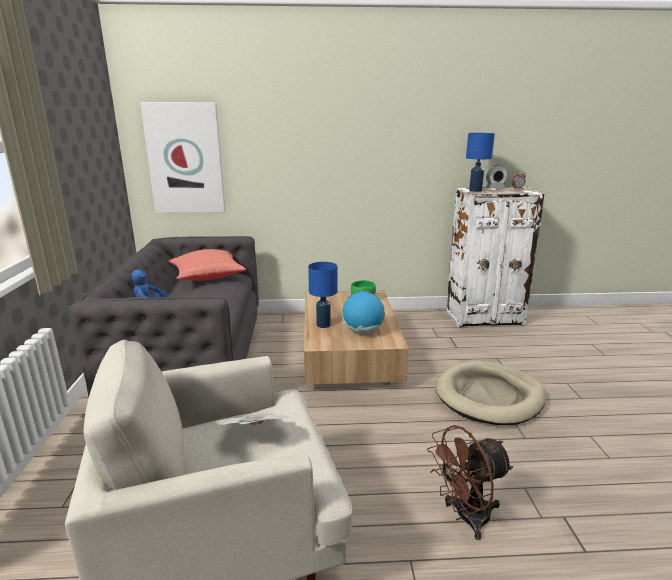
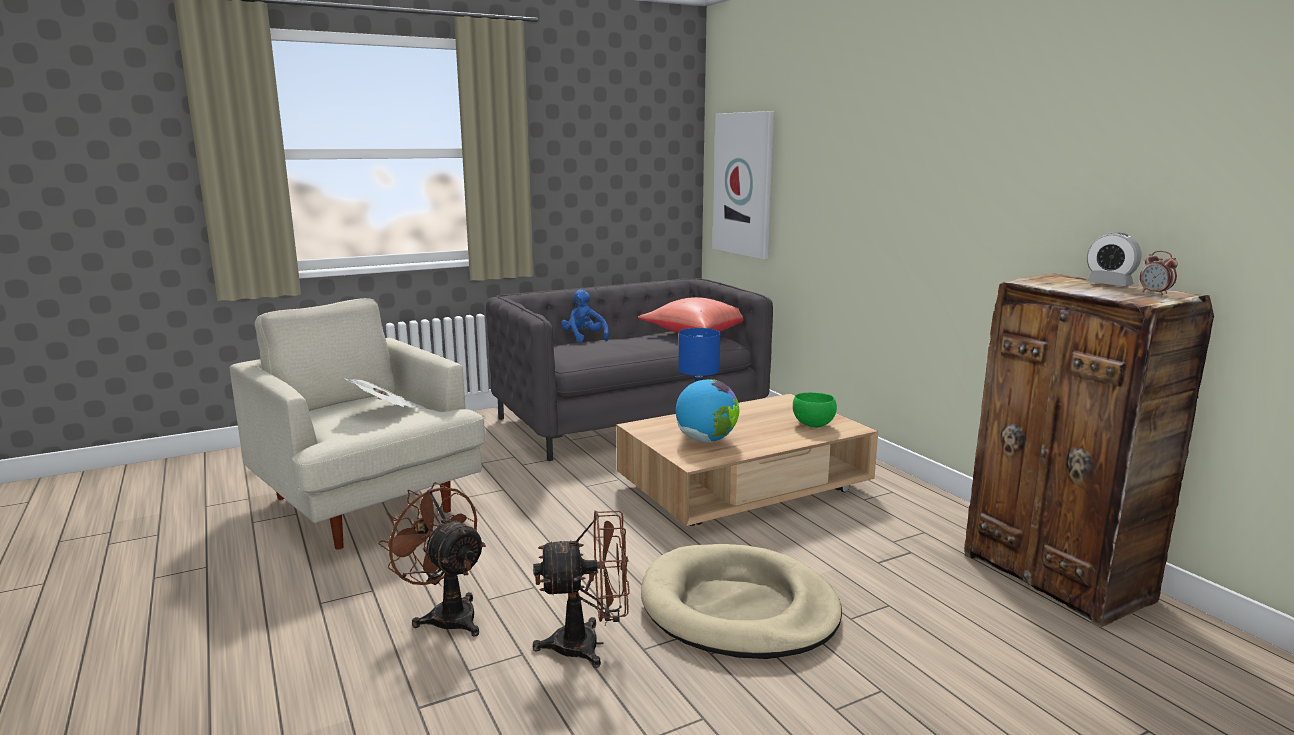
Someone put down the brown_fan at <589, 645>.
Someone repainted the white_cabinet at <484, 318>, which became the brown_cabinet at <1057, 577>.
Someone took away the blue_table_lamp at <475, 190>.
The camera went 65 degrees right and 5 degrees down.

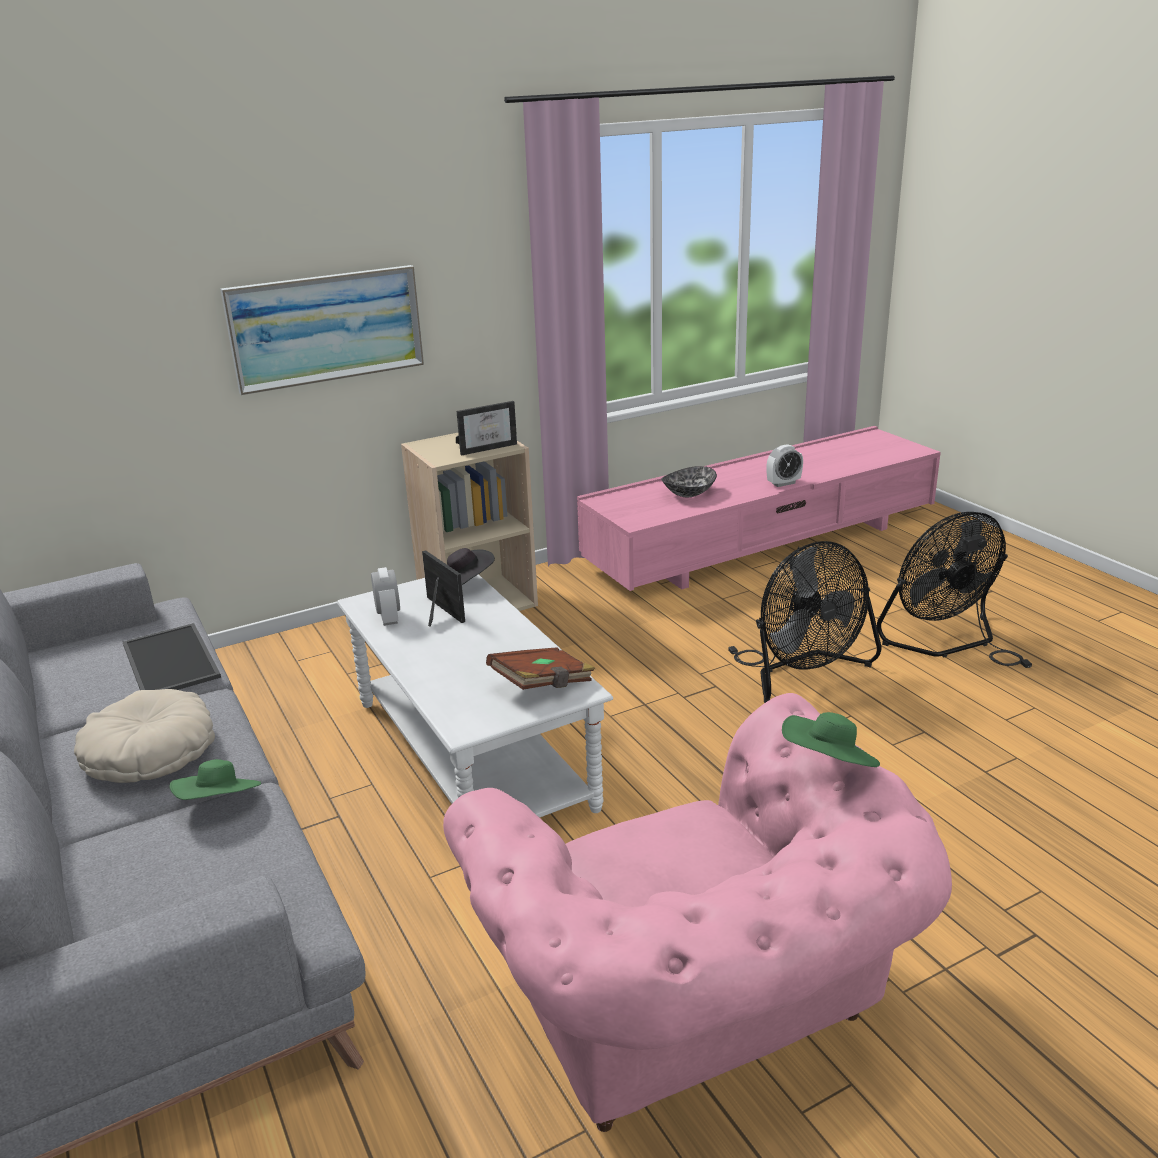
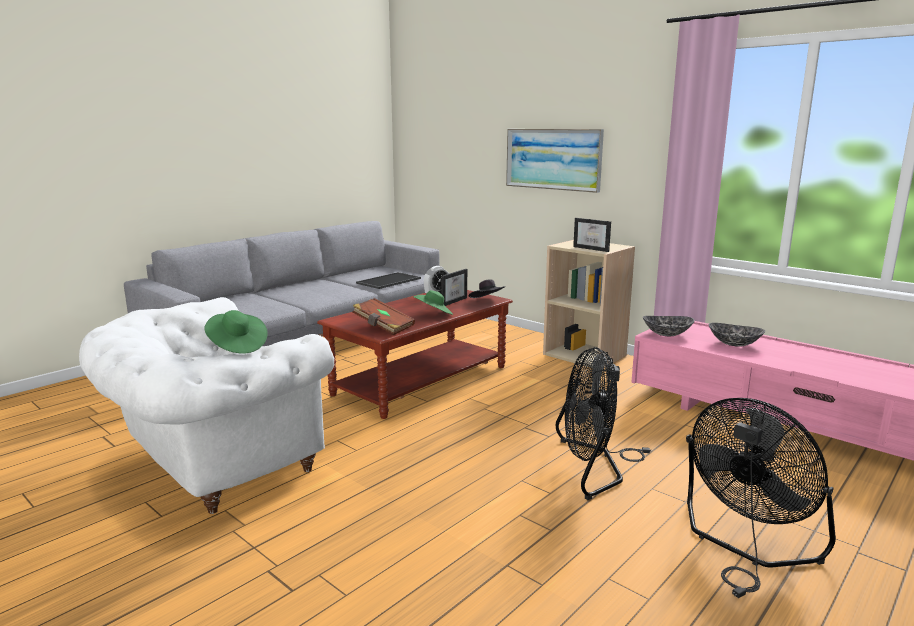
Someone repainted the pink_armchair at <700, 1024>, which became the white_armchair at <211, 467>.
Someone repainted the white_coffee_table at <472, 753>, which became the brown_coffee_table at <422, 380>.
Someone carried the green_hat from <220, 803> to <434, 314>.
Someone rotated the black_fan at <797, 673> by 45 degrees clockwise.
Someone put down the bowl at <666, 334>.
Someone took away the beige_pillow at <149, 754>.
Someone took away the alarm_clock at <783, 483>.
The camera went 70 degrees right and 10 degrees down.

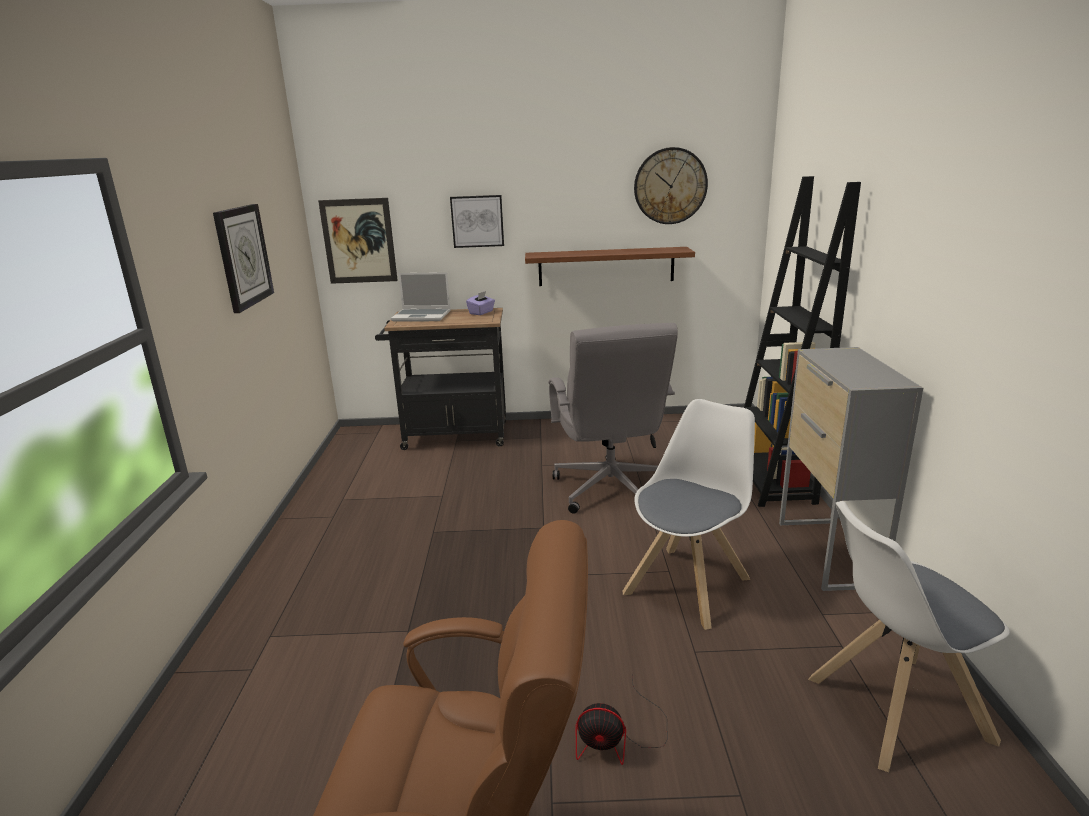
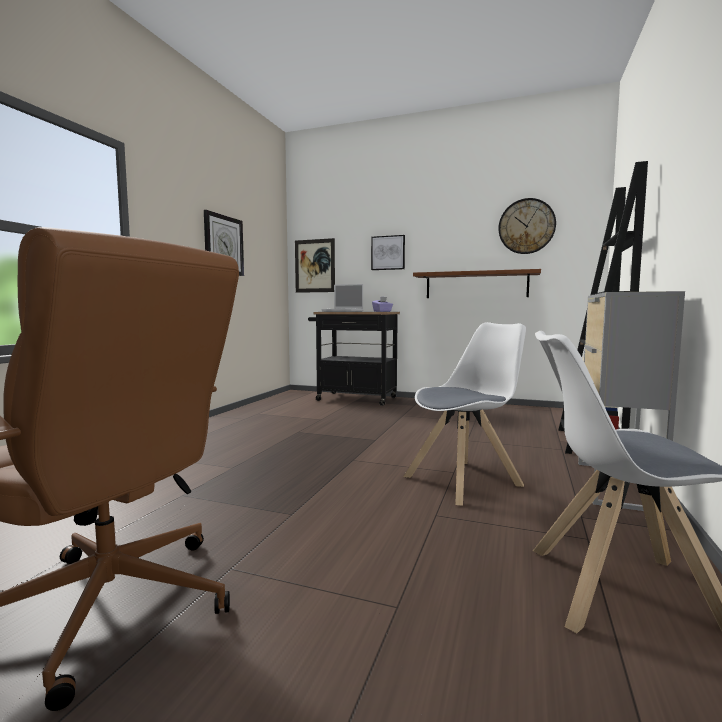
Someone took away the grey_office_chair at <610, 487>.
Someone took away the fan at <618, 738>.
The camera went 20 degrees right and 15 degrees down.

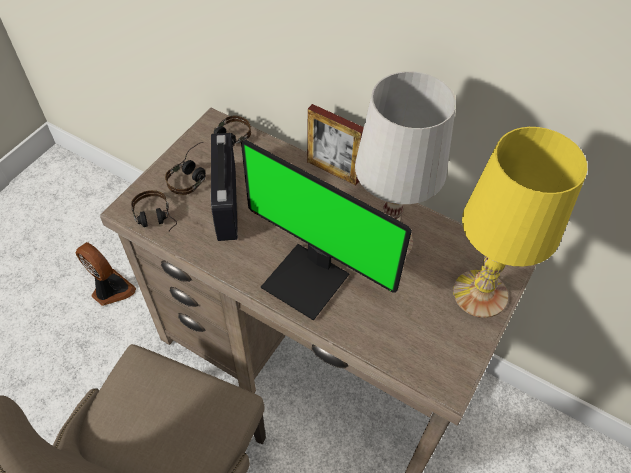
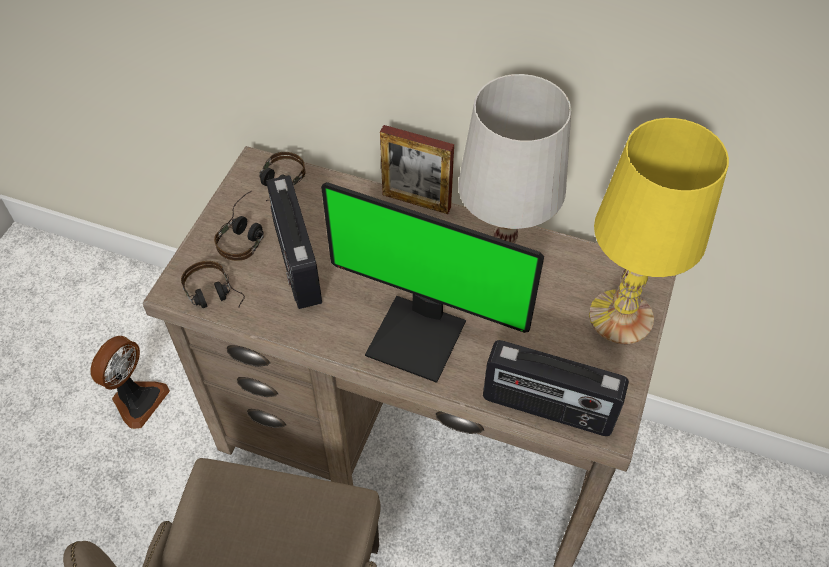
Someone rotated the fan at <110, 290> by 90 degrees clockwise.
Someone put down the radio at <547, 408>.
The camera went 10 degrees left and 0 degrees up.

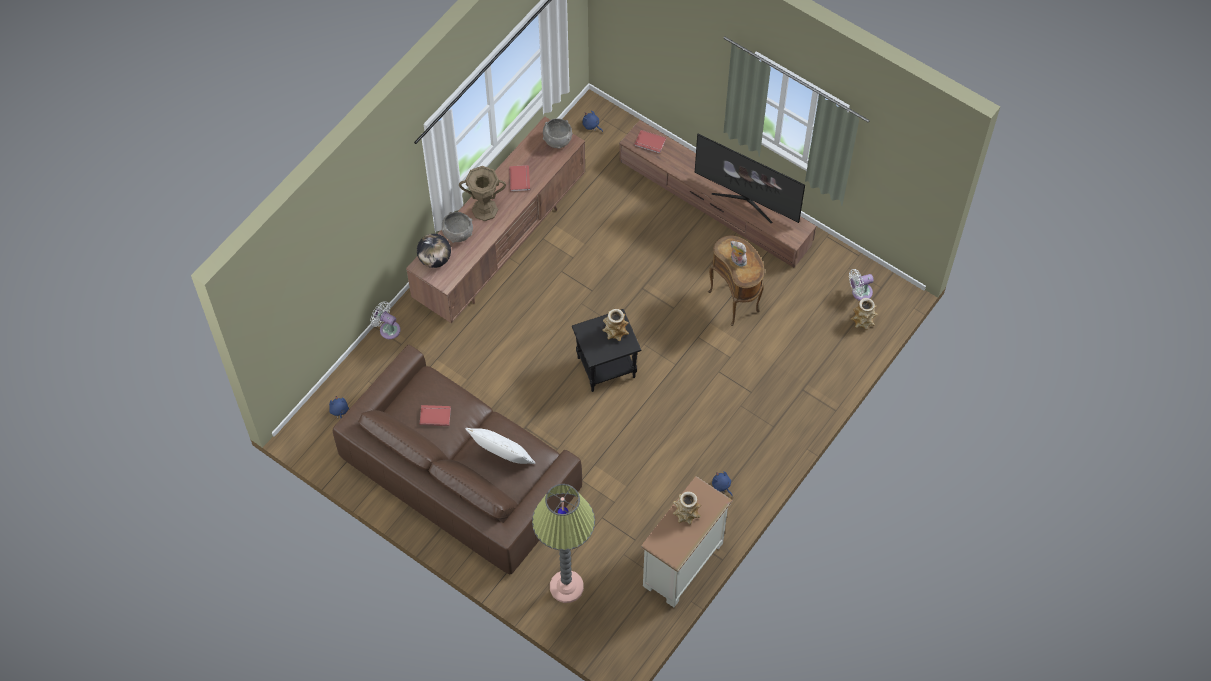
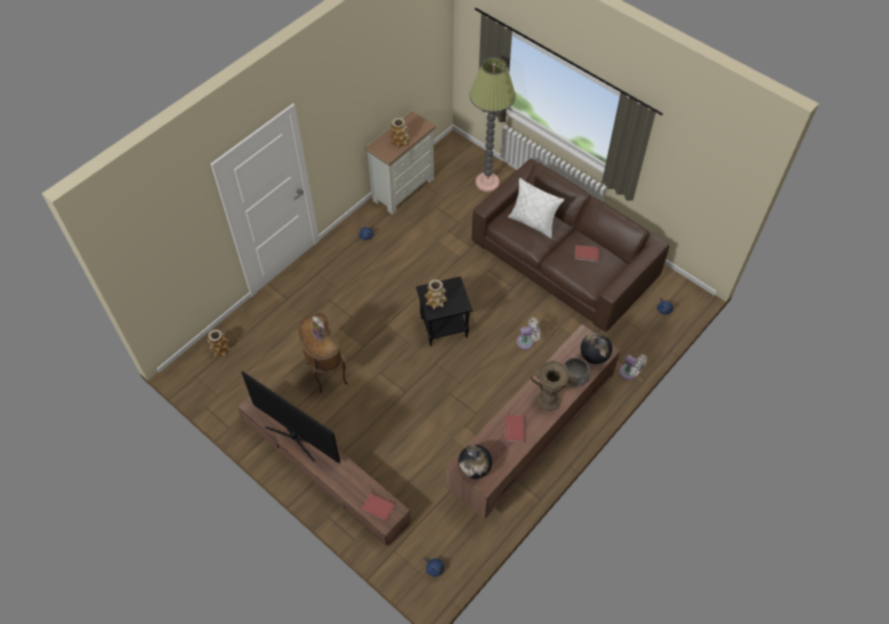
Someone swapped the grey_bowl at <557, 140> for the globe at <474, 468>.
Someone carried the white_fan from <859, 292> to <527, 341>.
The camera went 175 degrees left and 5 degrees down.

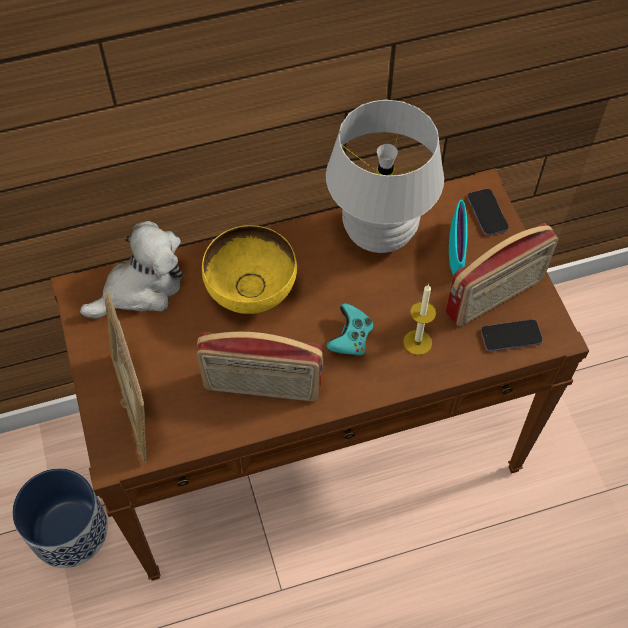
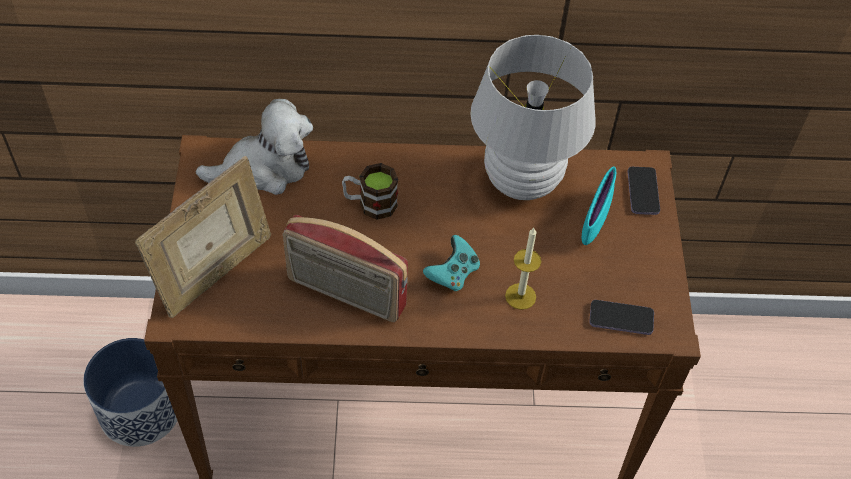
Someone rotated the picture_frame at <135, 404> by 135 degrees counterclockwise.
Someone swapped the yellow_bowl at <251, 294> for the mug at <370, 203>.
Someone took away the radio at <495, 297>.
The camera went 15 degrees right and 5 degrees down.

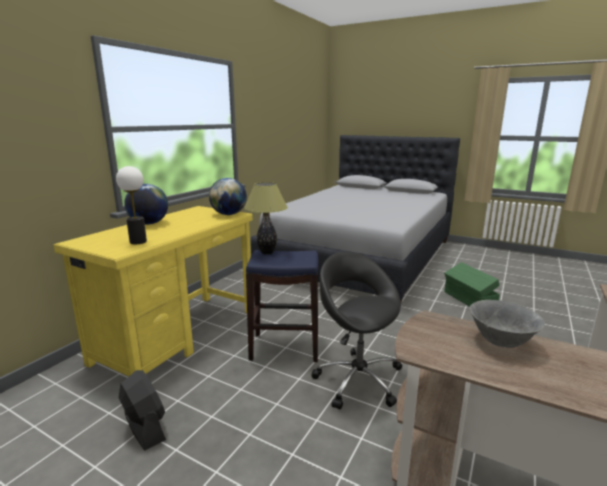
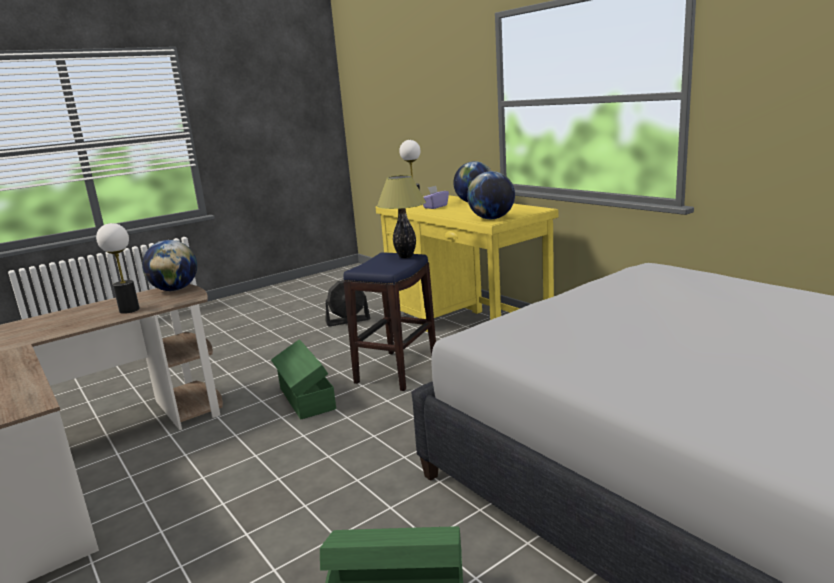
Someone swapped the grey_bowl at <501, 342> for the table_lamp at <129, 310>.
Someone put down the globe at <175, 289>.
Someone swapped the black_office_chair at <357, 379> for the green_storage_box at <306, 399>.
Someone put down the purple_tissue_box at <435, 207>.
The camera went 115 degrees right and 0 degrees up.

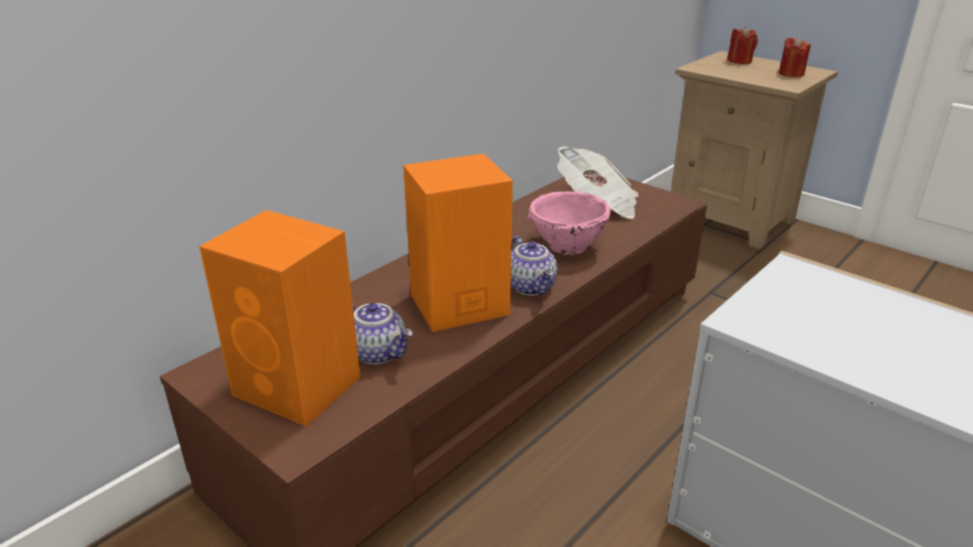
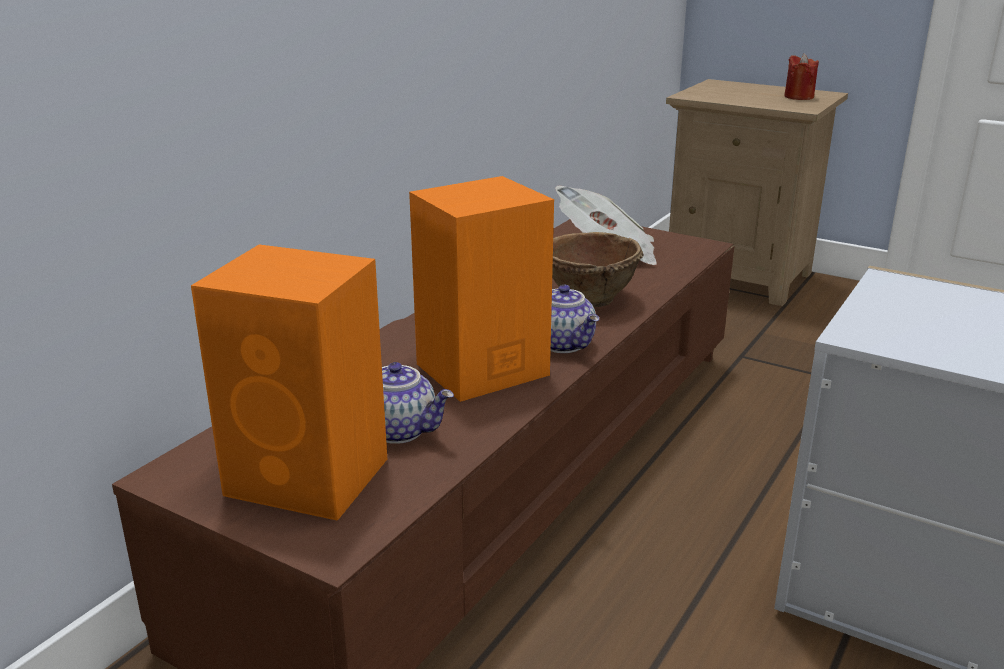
Someone repainted the pink_bowl at <567, 246>, which became the brown_bowl at <589, 299>.
Someone took away the red_candle at <739, 61>.
The camera went 10 degrees left and 5 degrees down.

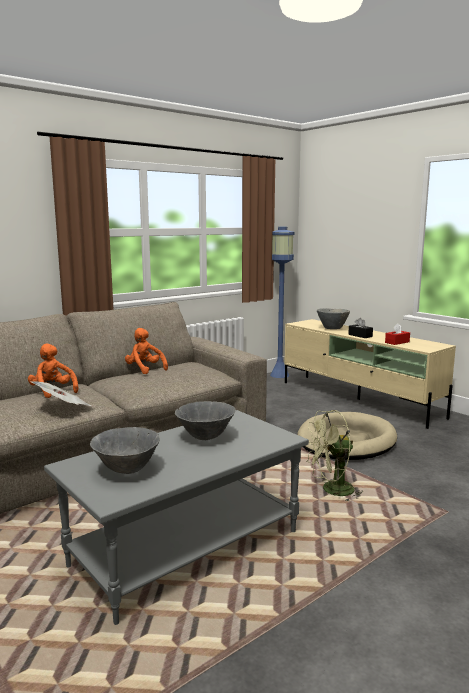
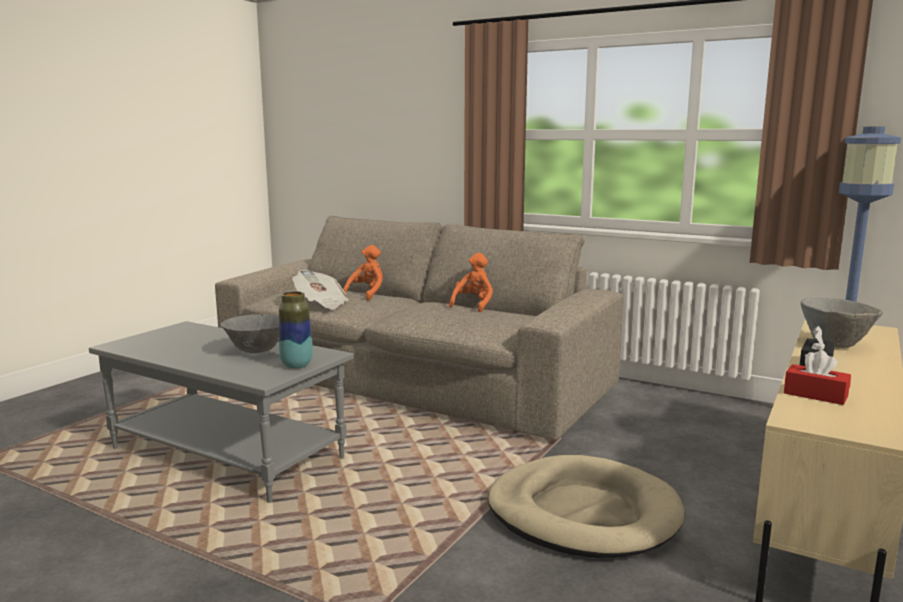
Someone put down the vase at <296, 365>.
Someone took away the grey_bowl at <127, 470>.
Someone took away the green_fan at <332, 491>.
The camera went 70 degrees right and 0 degrees up.

